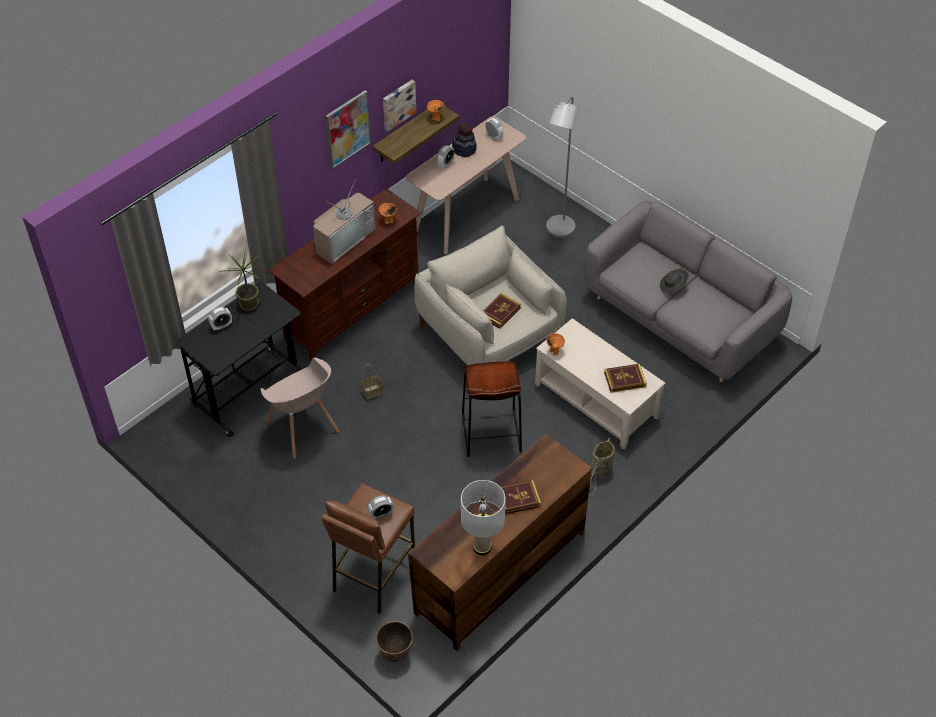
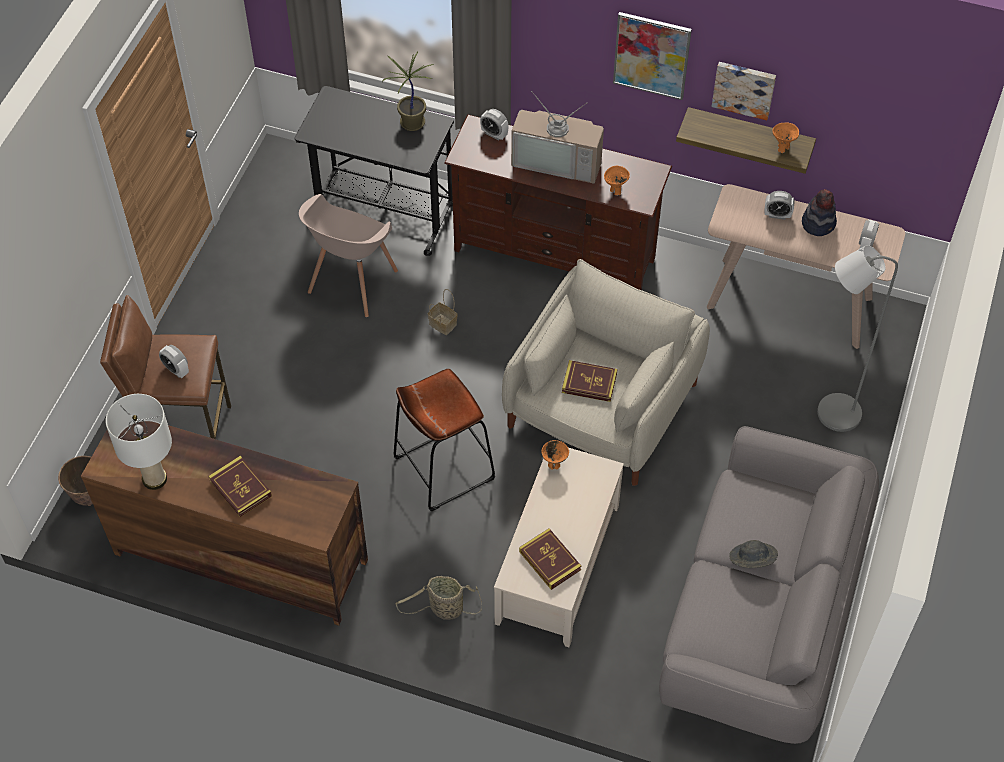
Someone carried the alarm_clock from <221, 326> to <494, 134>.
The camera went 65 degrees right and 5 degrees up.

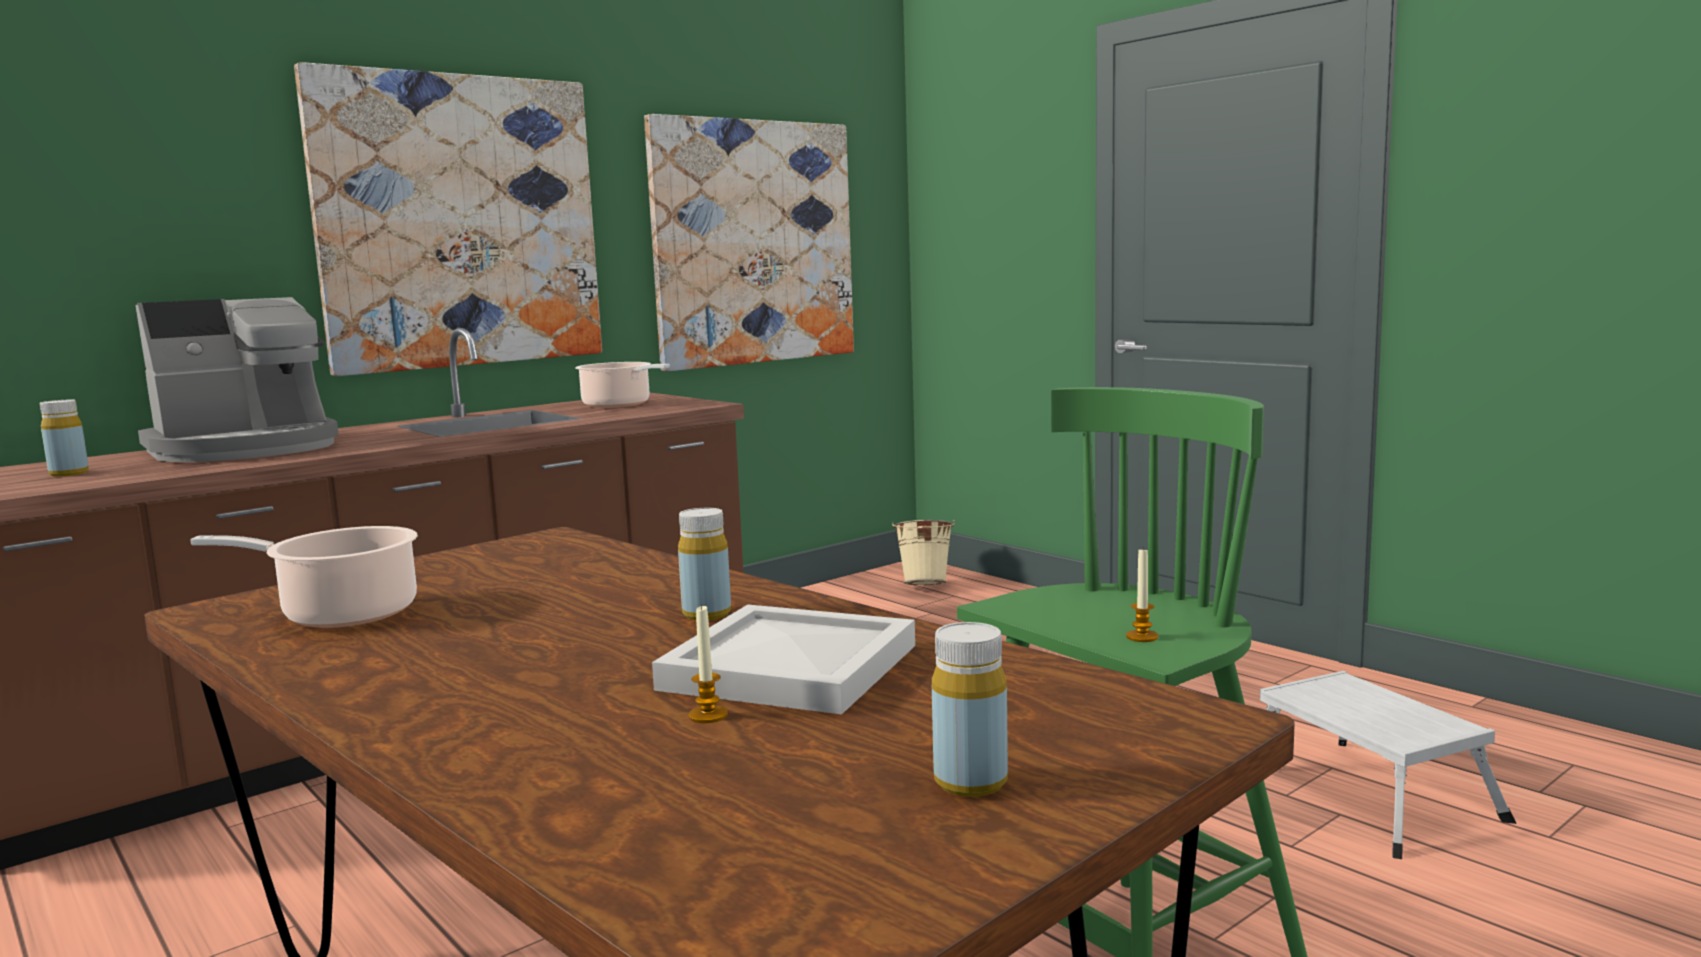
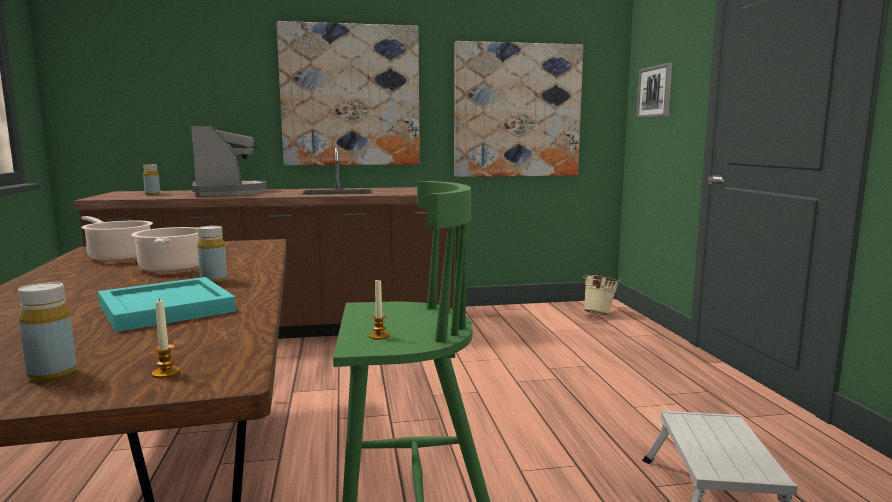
Someone repainted the white_tray at <788, 665>, which became the turquoise_tray at <168, 307>.
Someone carried the cooking_pot from <619, 405> to <172, 269>.
Someone carried the candle from <708, 715> to <166, 373>.
Someone rotated the coffee_machine at <247, 449> by 105 degrees counterclockwise.
Someone put up the picture at <655, 92>.
The camera went 30 degrees right and 0 degrees up.

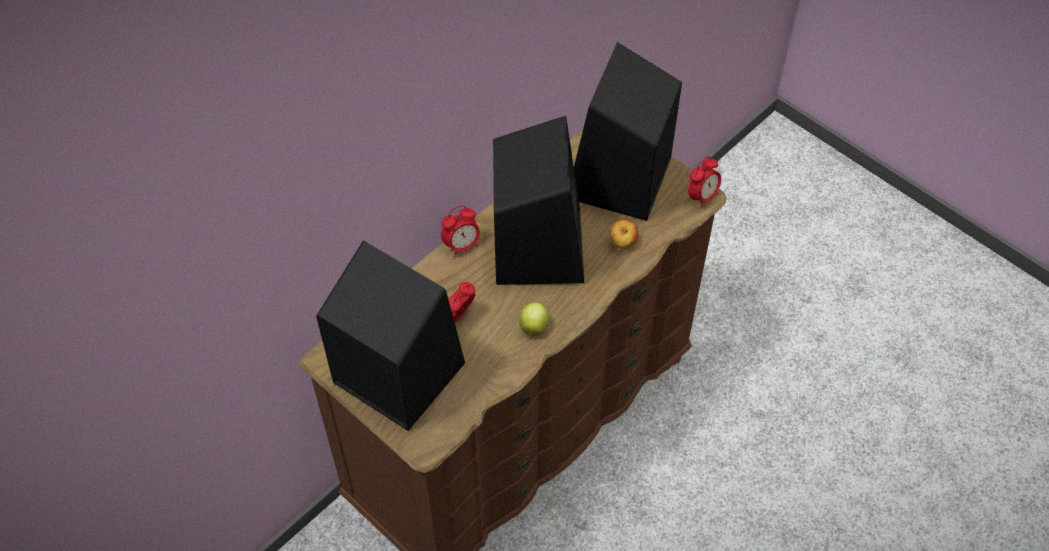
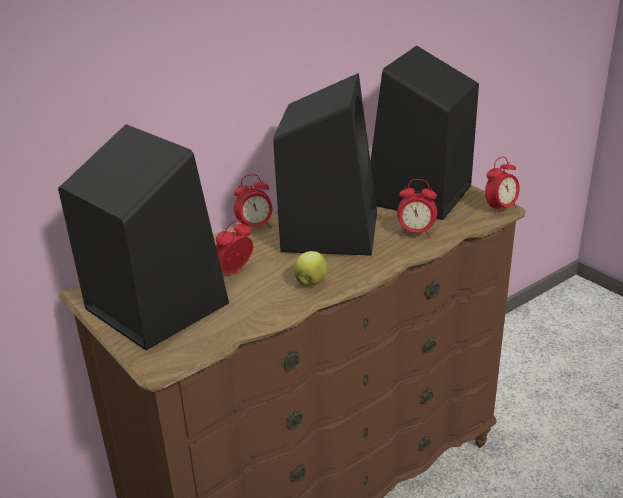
Someone swapped the apple at <622, 244> for the alarm_clock at <416, 233>.
The camera went 10 degrees right and 25 degrees down.

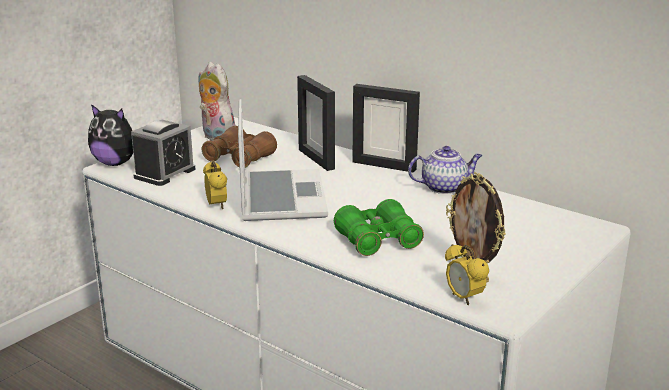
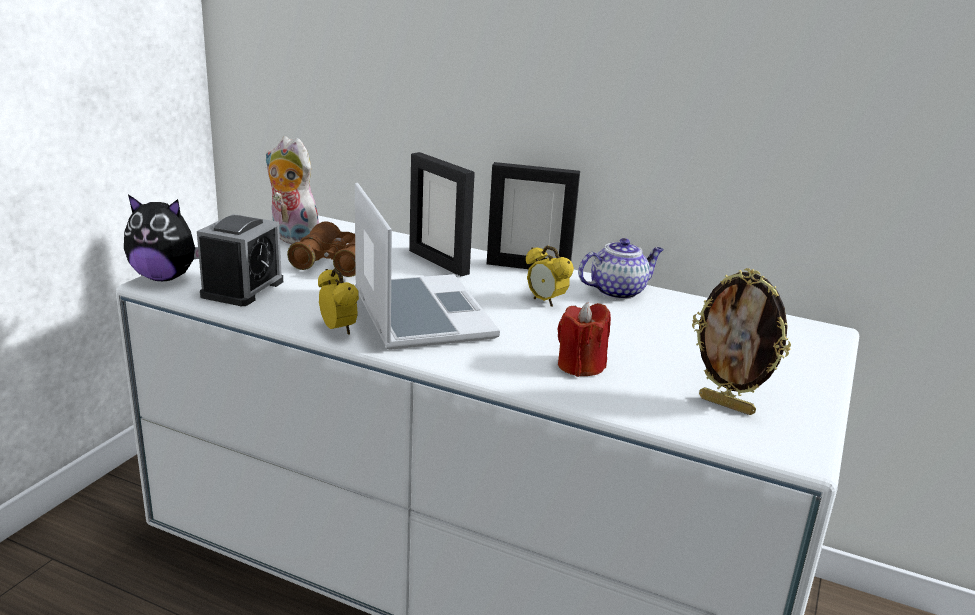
Someone carried the alarm_clock from <464, 298> to <546, 302>.
Someone swapped the green_binoculars at <378, 240> for the red_candle at <580, 366>.
The camera went 15 degrees left and 0 degrees up.

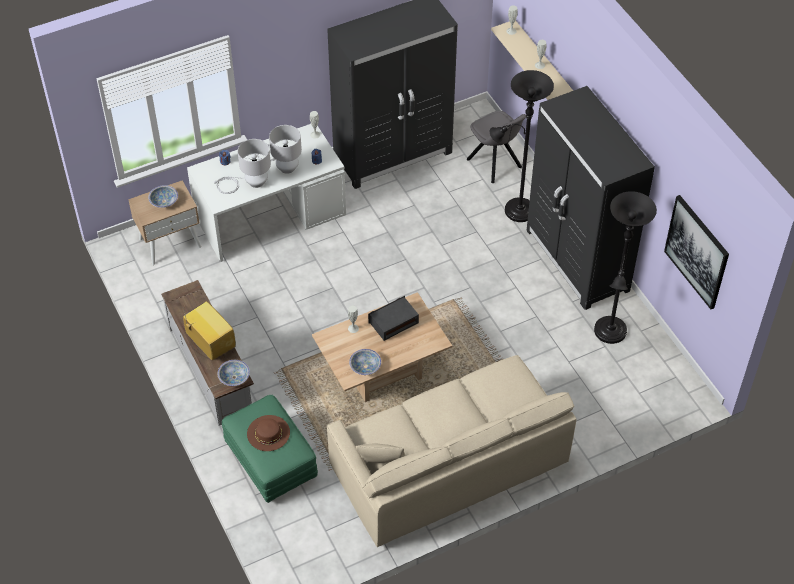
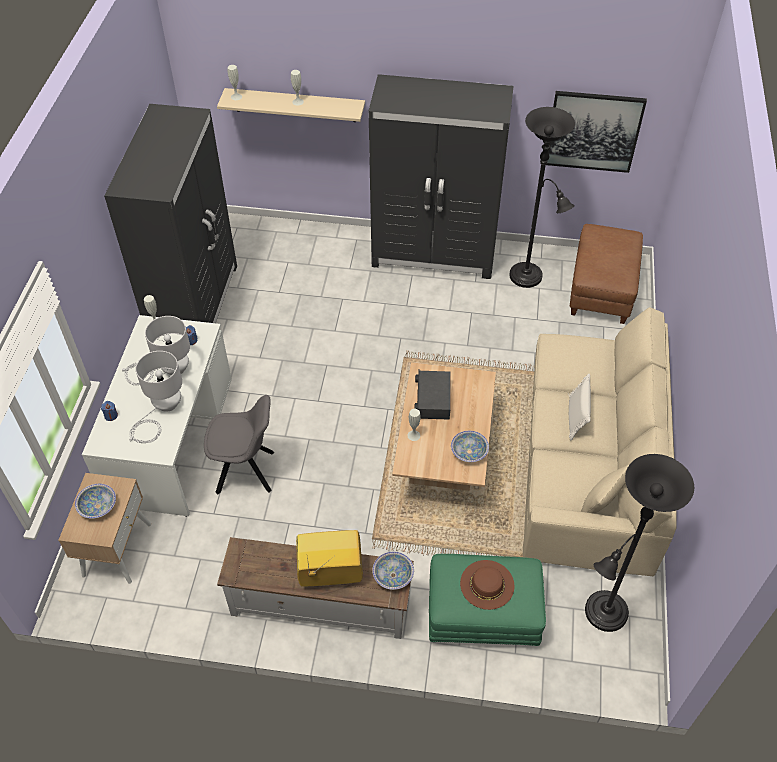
Someone carried the grey_chair from <494, 163> to <246, 471>.
Someone put down the white_pillow at <576, 417>.
Someone put down the brown_ottoman at <601, 291>.
Someone carried the black_floor_lamp from <515, 210> to <602, 615>.
The camera went 55 degrees left and 0 degrees up.

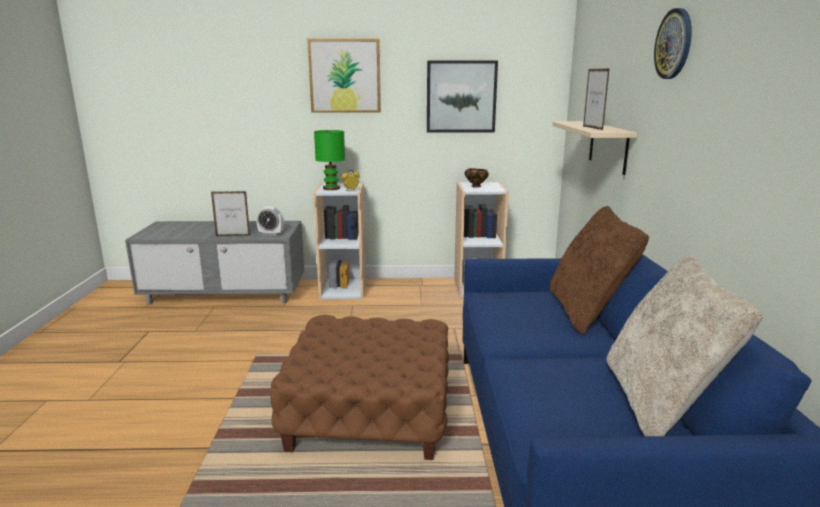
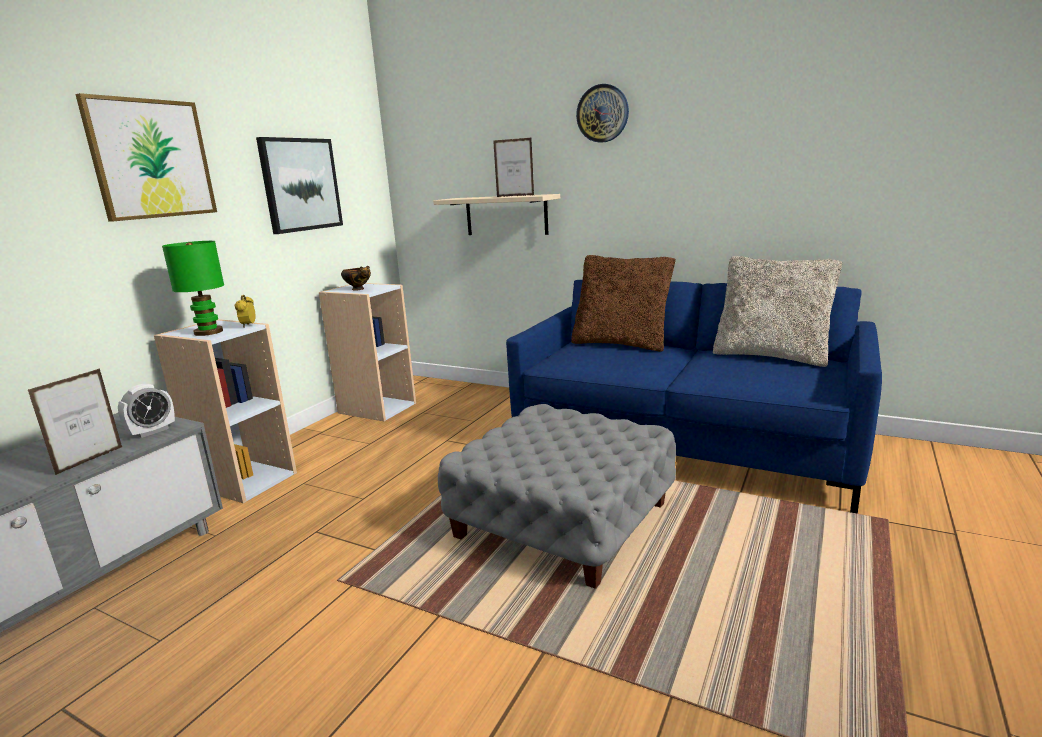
Someone repainted the brown_ottoman at <370, 413>, which became the grey_ottoman at <562, 521>.
The camera went 60 degrees left and 0 degrees up.

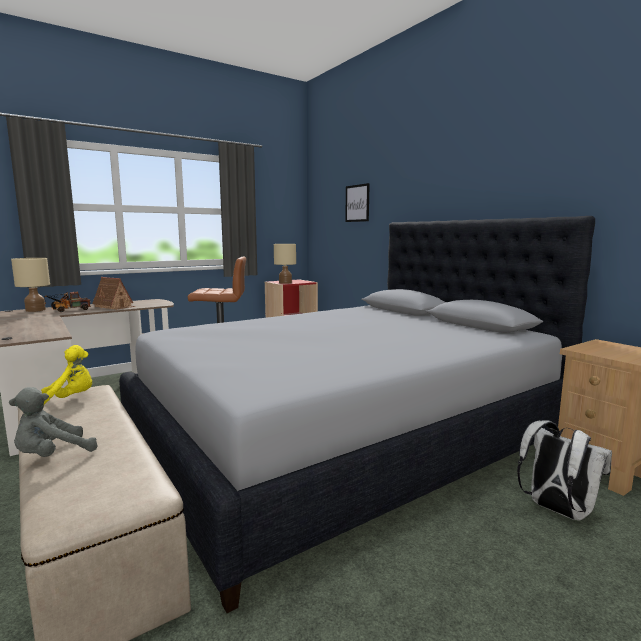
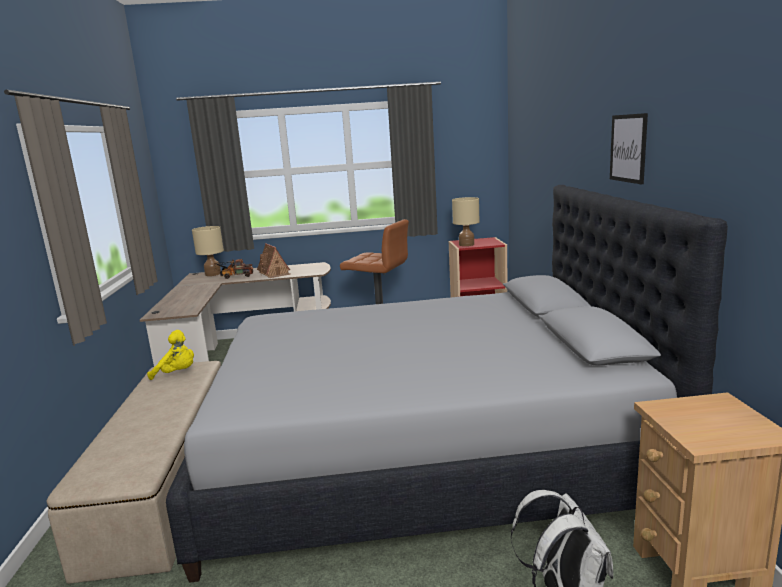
Someone carried the picture from <357, 203> to <628, 148>.
Someone took away the grey_plush_toy at <52, 456>.
The camera went 30 degrees right and 5 degrees up.

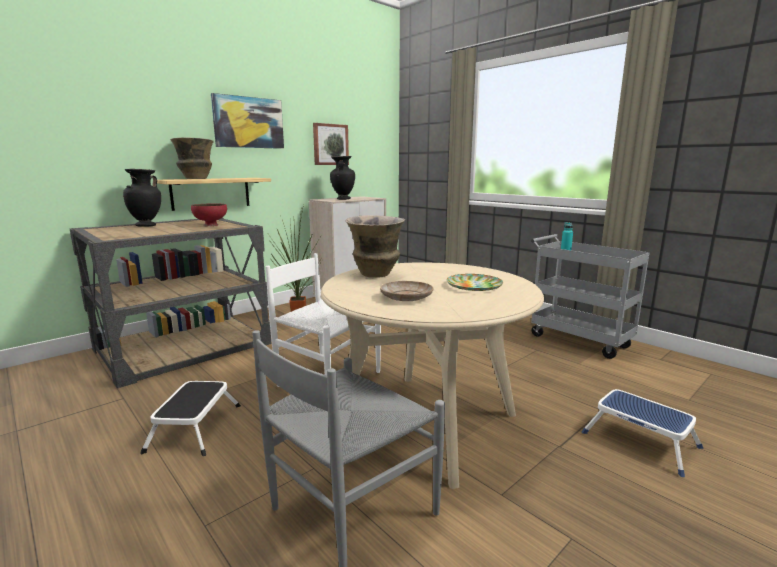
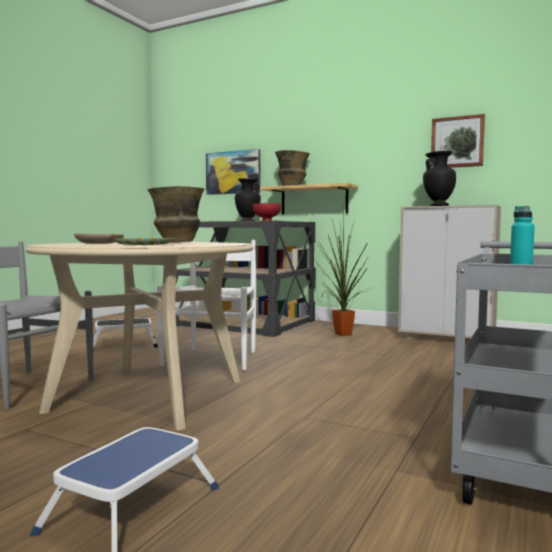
Someone carried the picture from <248, 122> to <233, 172>.
The camera went 70 degrees right and 10 degrees down.

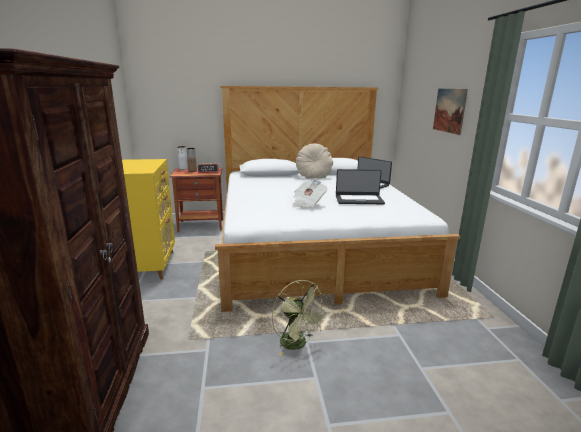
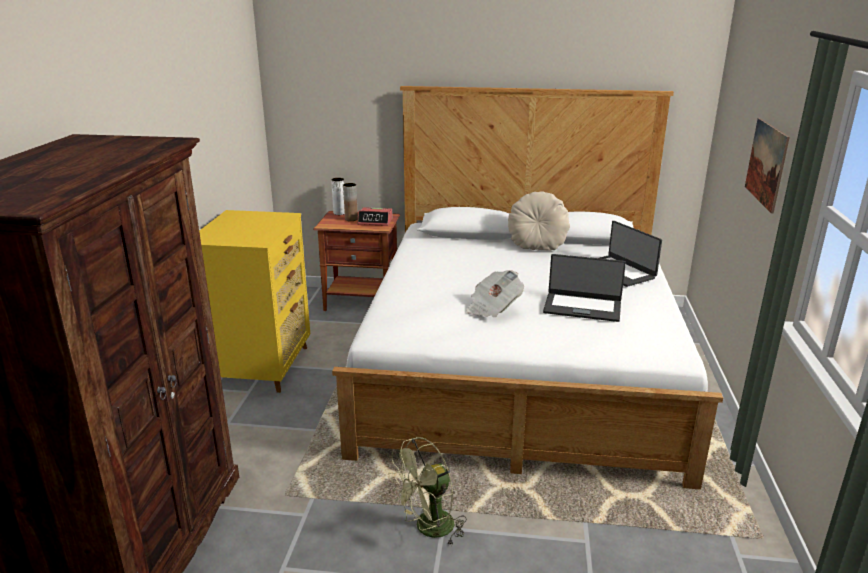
Someone rotated the green_fan at <297, 344> by 75 degrees clockwise.
The camera went 15 degrees right and 5 degrees up.

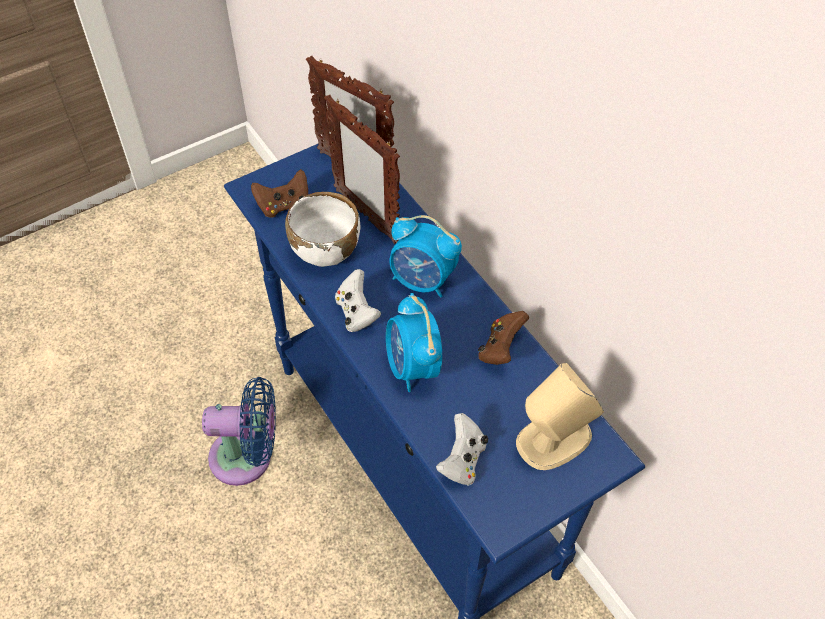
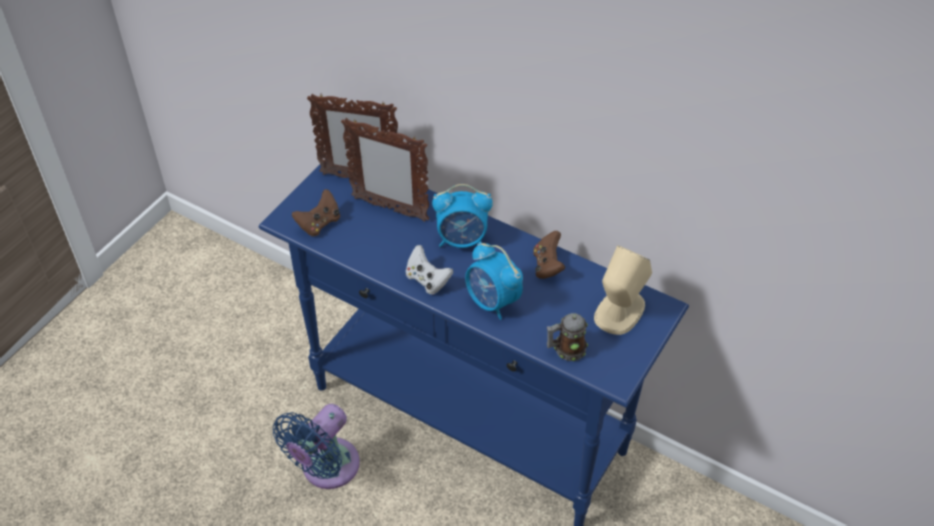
Someone rotated the blue_fan at <247, 457> by 150 degrees clockwise.
Someone swapped the white_game_controller at <462, 460> for the mug at <566, 349>.
Someone took away the white_bowl at <325, 249>.
The camera went 25 degrees left and 5 degrees down.

